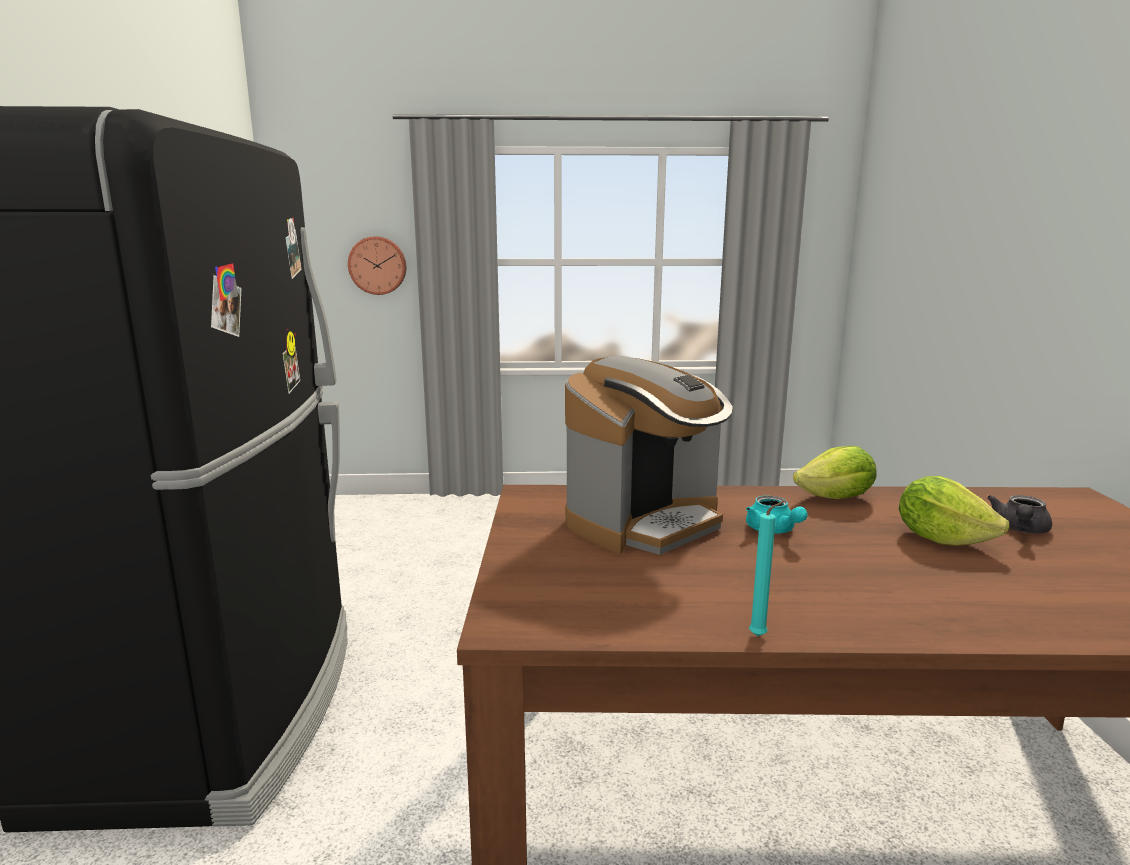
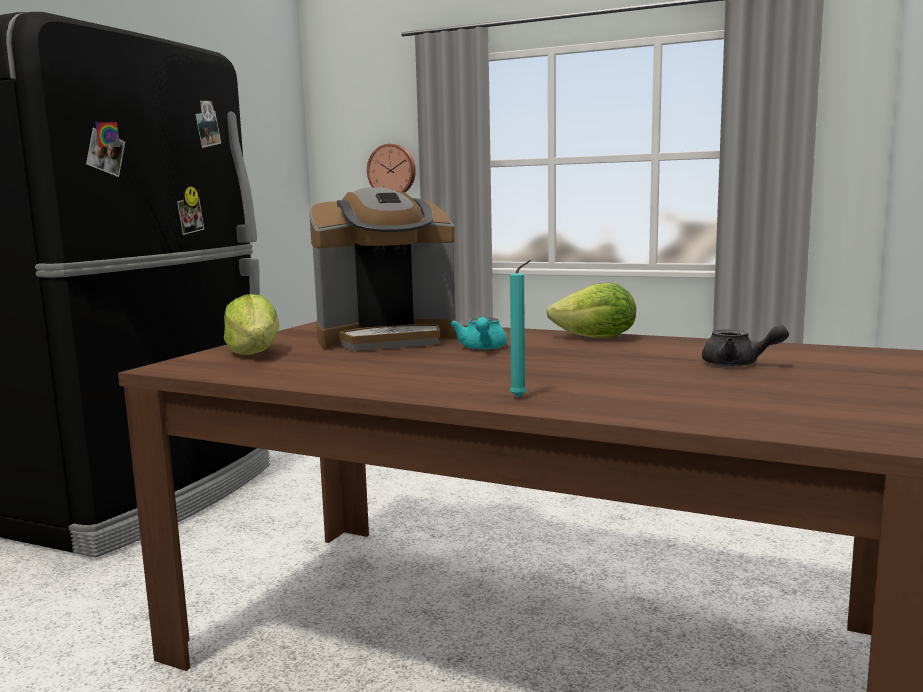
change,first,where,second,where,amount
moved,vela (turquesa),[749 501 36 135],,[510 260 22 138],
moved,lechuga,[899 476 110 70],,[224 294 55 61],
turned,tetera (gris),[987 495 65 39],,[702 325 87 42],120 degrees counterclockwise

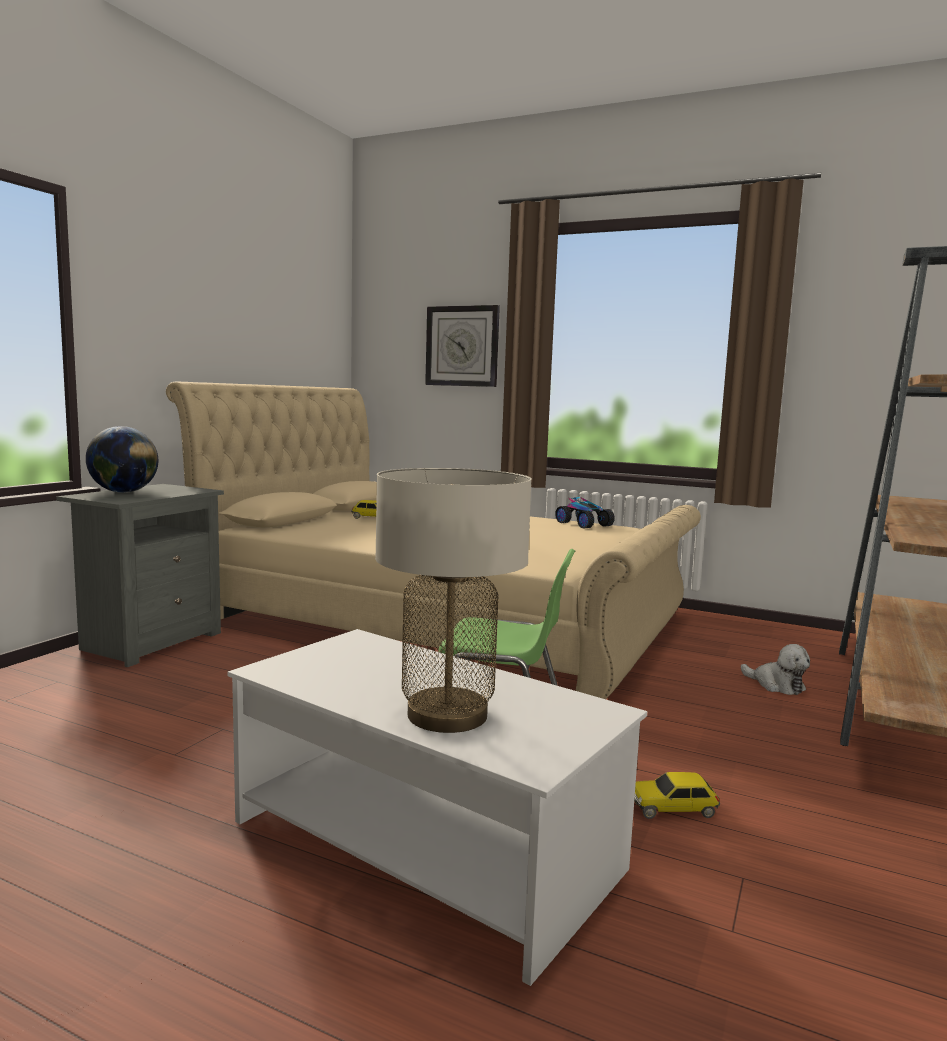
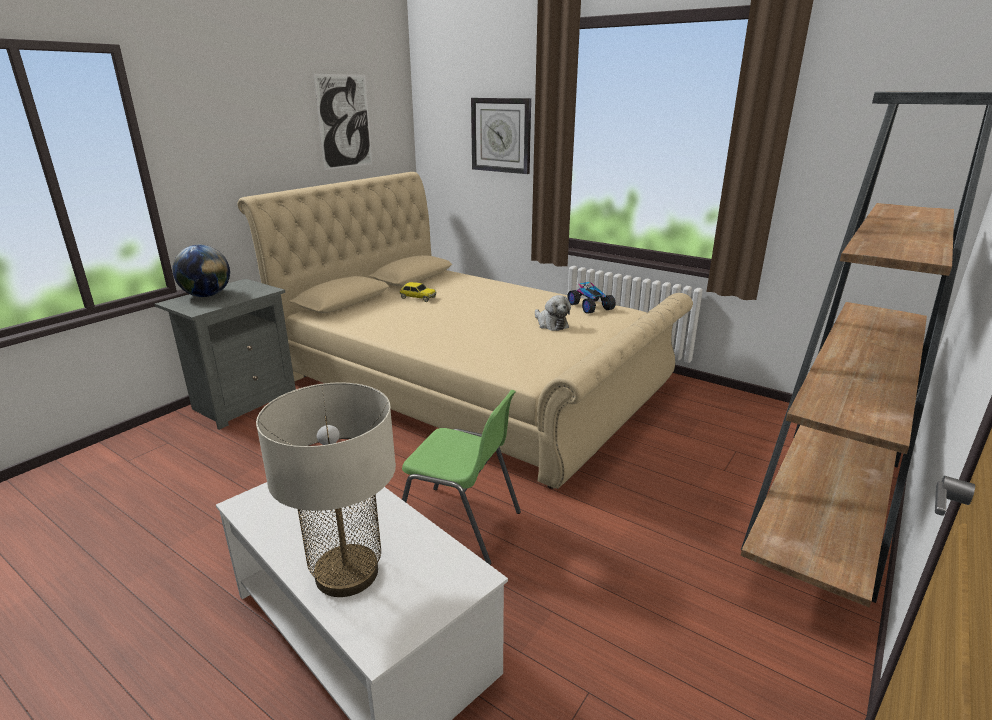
change,first,where,second,where,amount
removed,coche de juguete,[634 772 86 47],,,
moved,peluche,[741 644 69 51],,[535 295 36 36],
added,,,cuadro,[314 74 58 96],

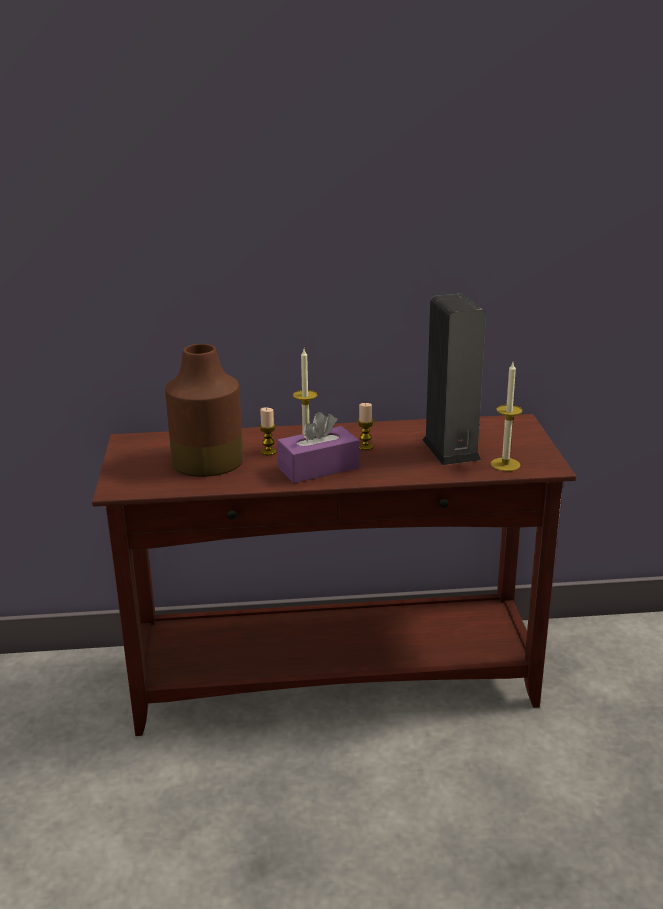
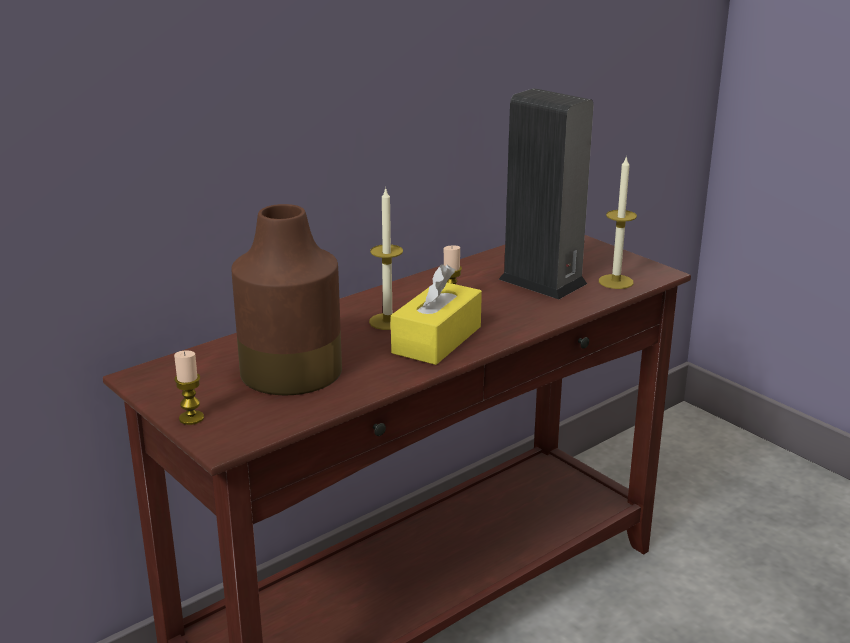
change,first,where,second,where,amount
moved,vela,[259 408 18 47],,[174 351 30 74],
recoloured,caja de pañuelos (morado),[277 412 82 71],caja de pañuelos (amarillo),[391 265 91 100],

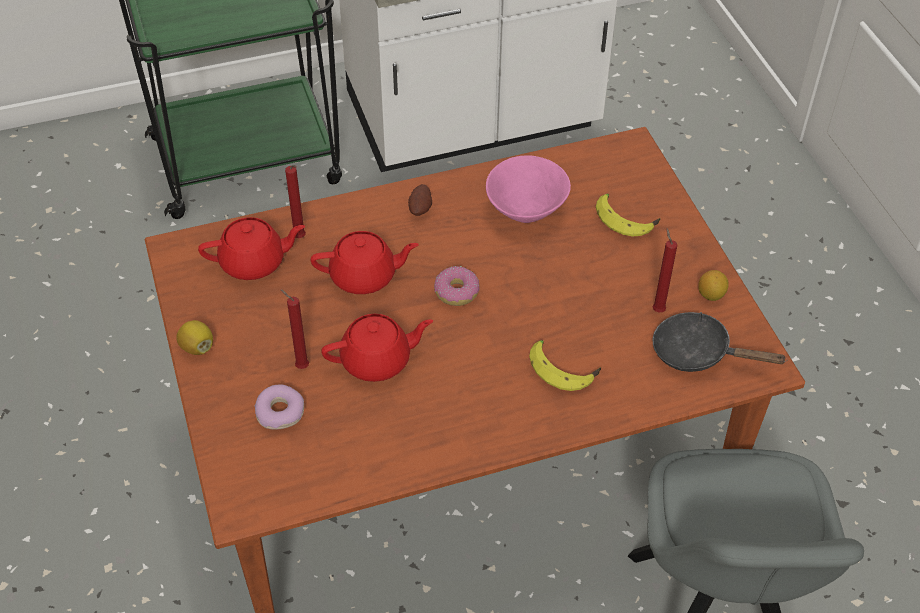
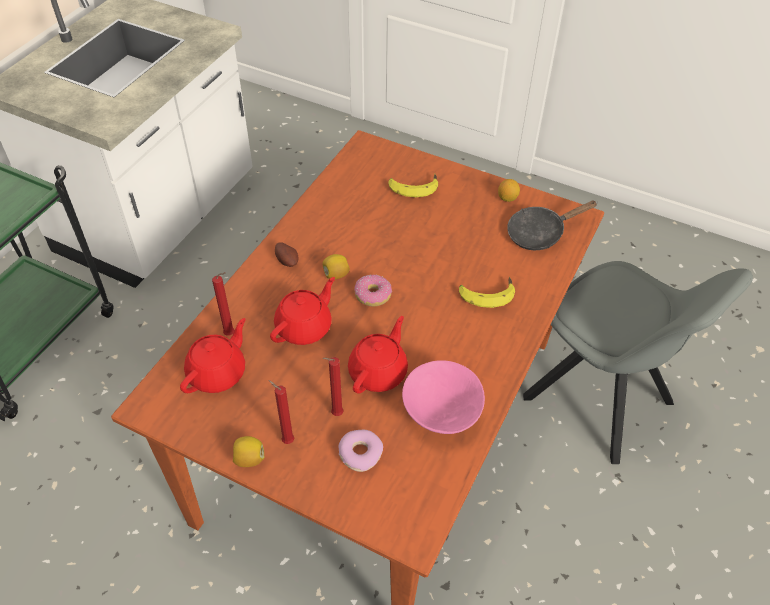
change,first,where,second,where,amount
moved,cuenco (rosa),[486 155 85 68],,[402 360 83 74],
moved,vela (rojo),[652 228 25 84],,[268 380 26 64],
added,,,limón,[322 254 28 25],

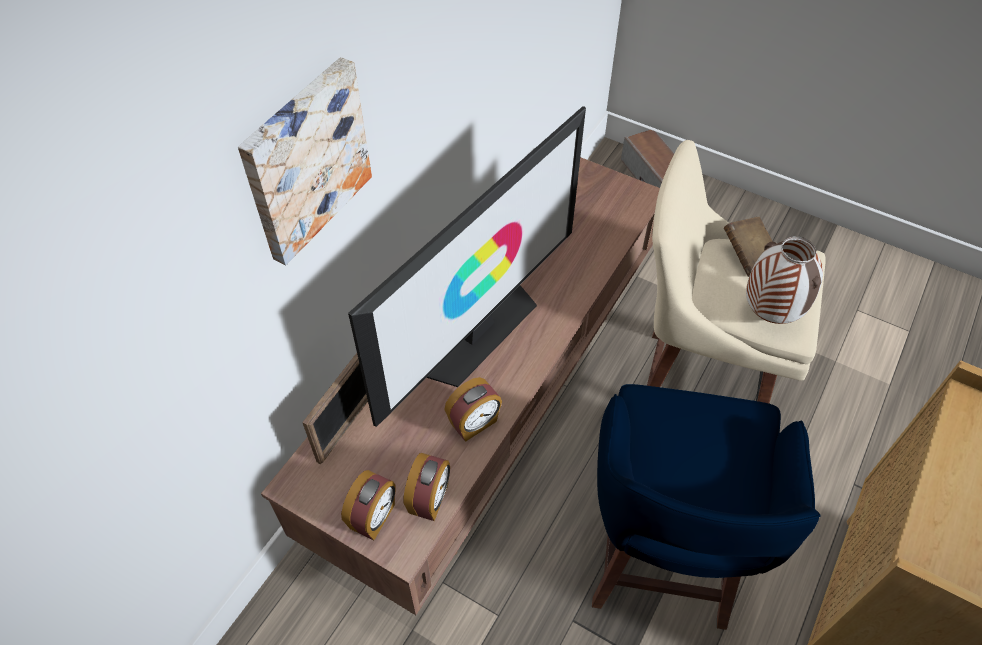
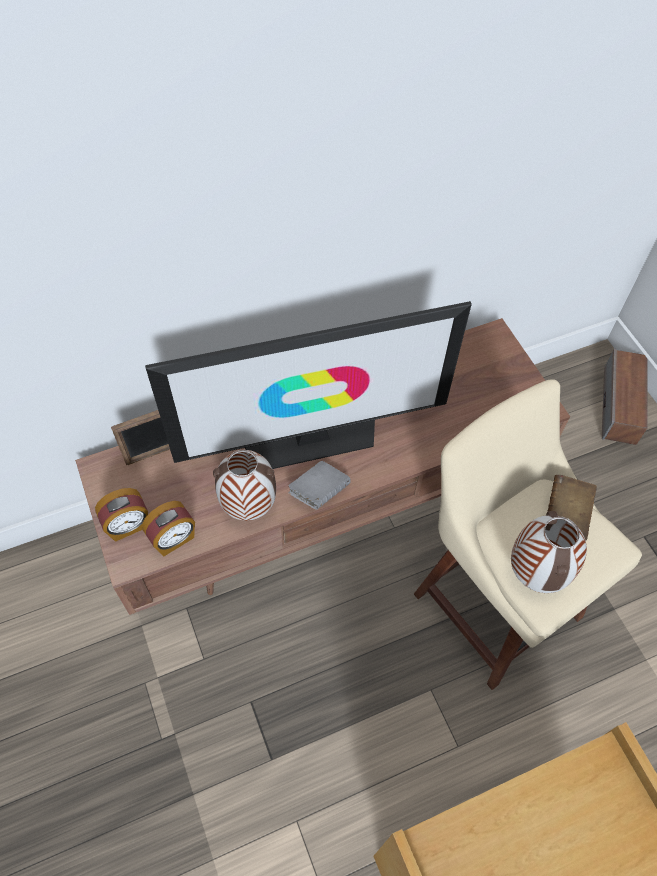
change,first,where,second,where,amount
removed,cuadro,[238 57 134 208],,,
replaced,despertador,[444 377 58 65],florero,[213 450 63 71],
removed,taburete (azul),[592 384 229 246],,,
added,,,libro (gris),[288 461 63 49],

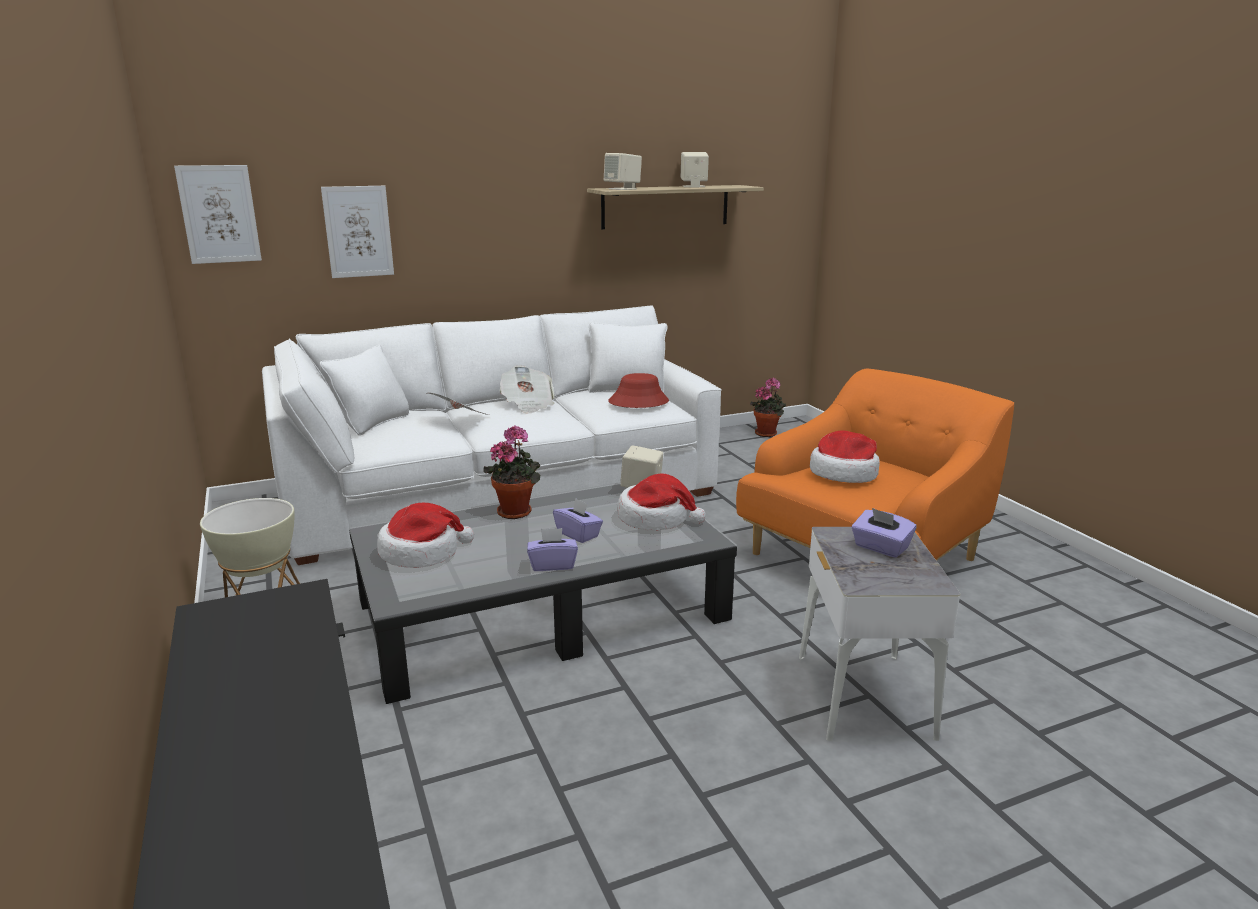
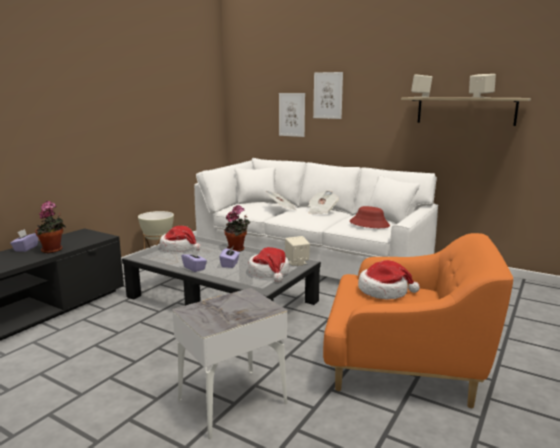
change,first,where,second,where,amount
moved,cuadro,[174 165 88 99],,[313 72 30 47],
moved,planta en maceta,[750 378 36 59],,[35 201 31 52],
moved,caja de pañuelos (morado),[852 508 64 50],,[10 229 28 23],

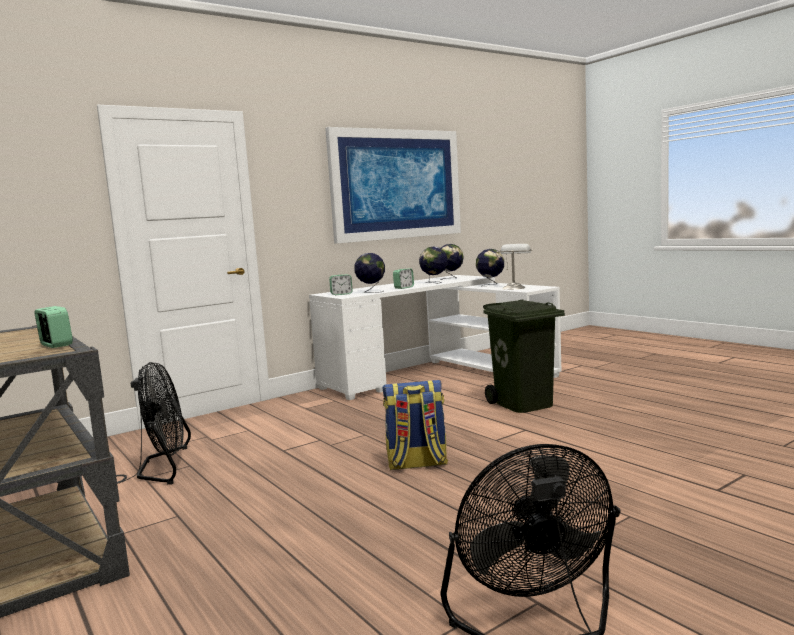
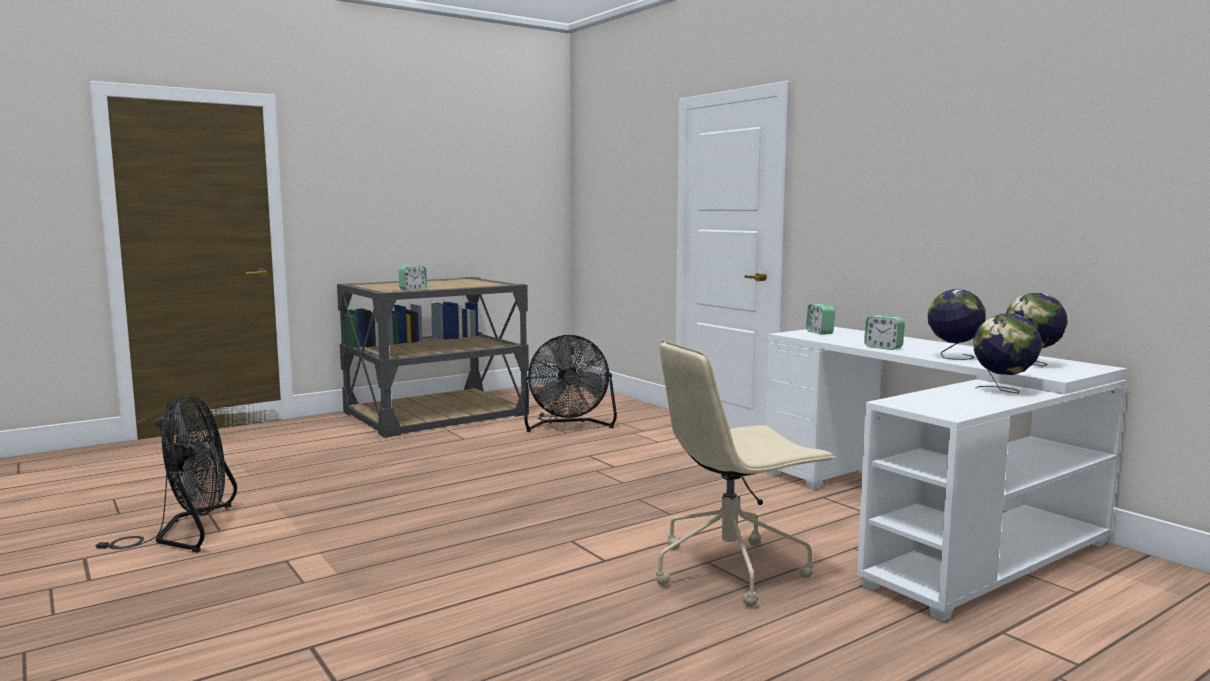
change,first,where,second,where,amount
removed,cuadro,[325 127 136 117],,,
removed,globo terráqueo,[354 253 31 40],,,
removed,mochila,[382 380 66 90],,,
replaced,papelera (verde),[483 300 82 113],silla de oficina (beis),[656 340 180 267],
removed,lámpara de mesa (blanco),[497 244 36 46],,,

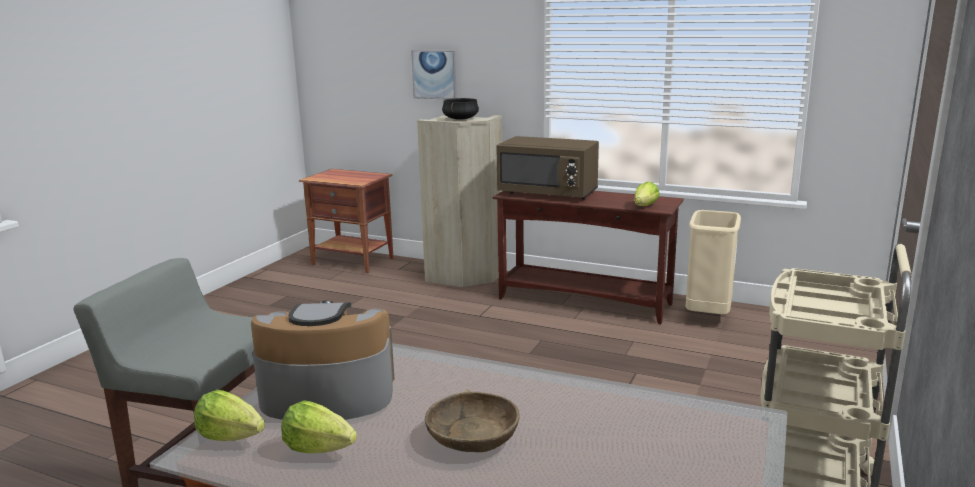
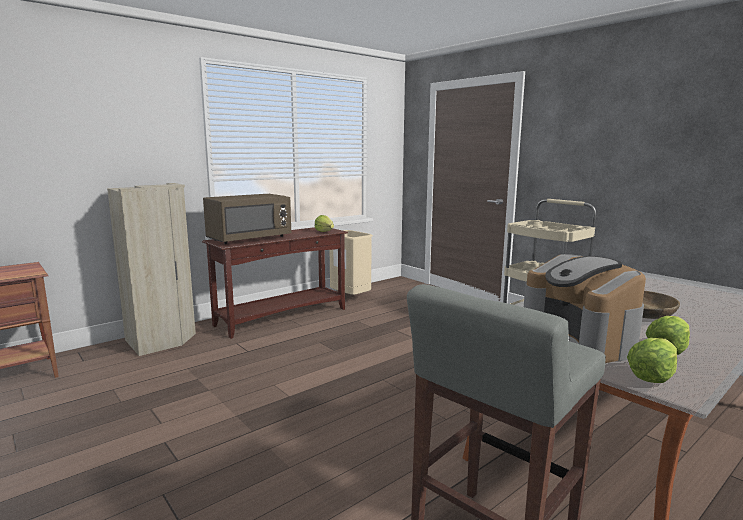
change,first,where,second,where,amount
turned,cafetera,[251 301 144 119],,[524 254 122 109],45 degrees counterclockwise
removed,cuadro,[411 50 46 49],,,
removed,olla (negro),[442 98 37 22],,,

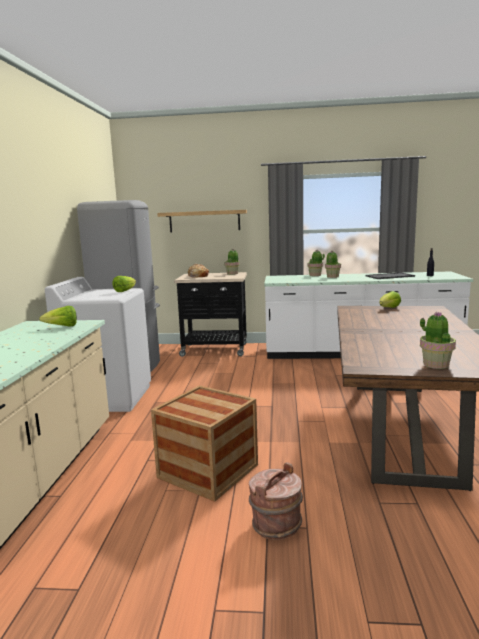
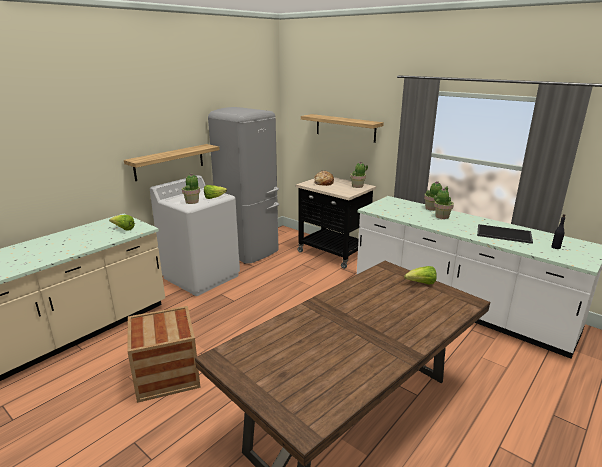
change,first,where,second,where,amount
removed,cubo (marrón),[249 462 54 78],,,
moved,planta en maceta,[420 312 36 57],,[182 173 18 31],
added,,,estante,[124 144 95 37],

